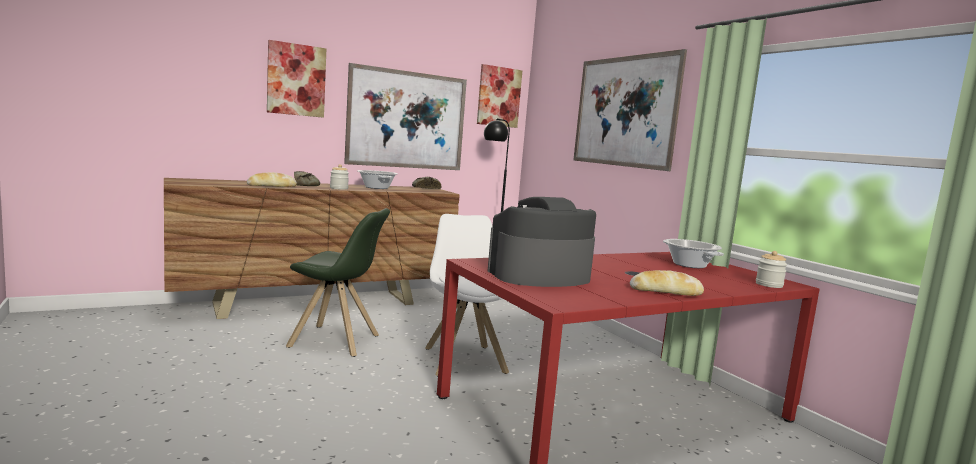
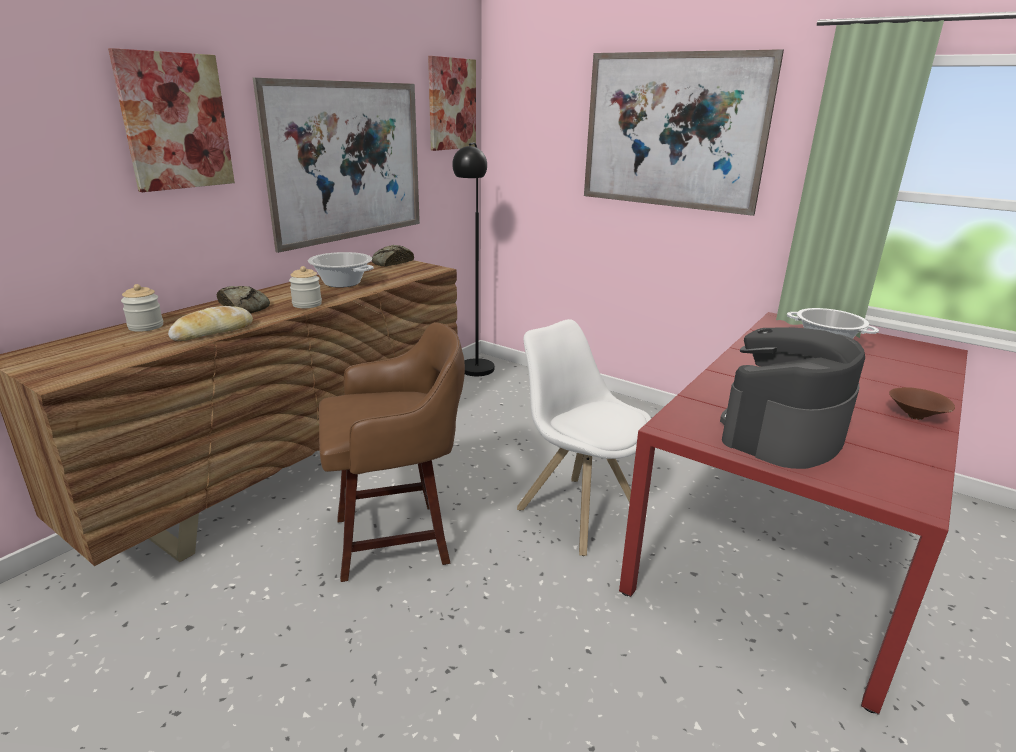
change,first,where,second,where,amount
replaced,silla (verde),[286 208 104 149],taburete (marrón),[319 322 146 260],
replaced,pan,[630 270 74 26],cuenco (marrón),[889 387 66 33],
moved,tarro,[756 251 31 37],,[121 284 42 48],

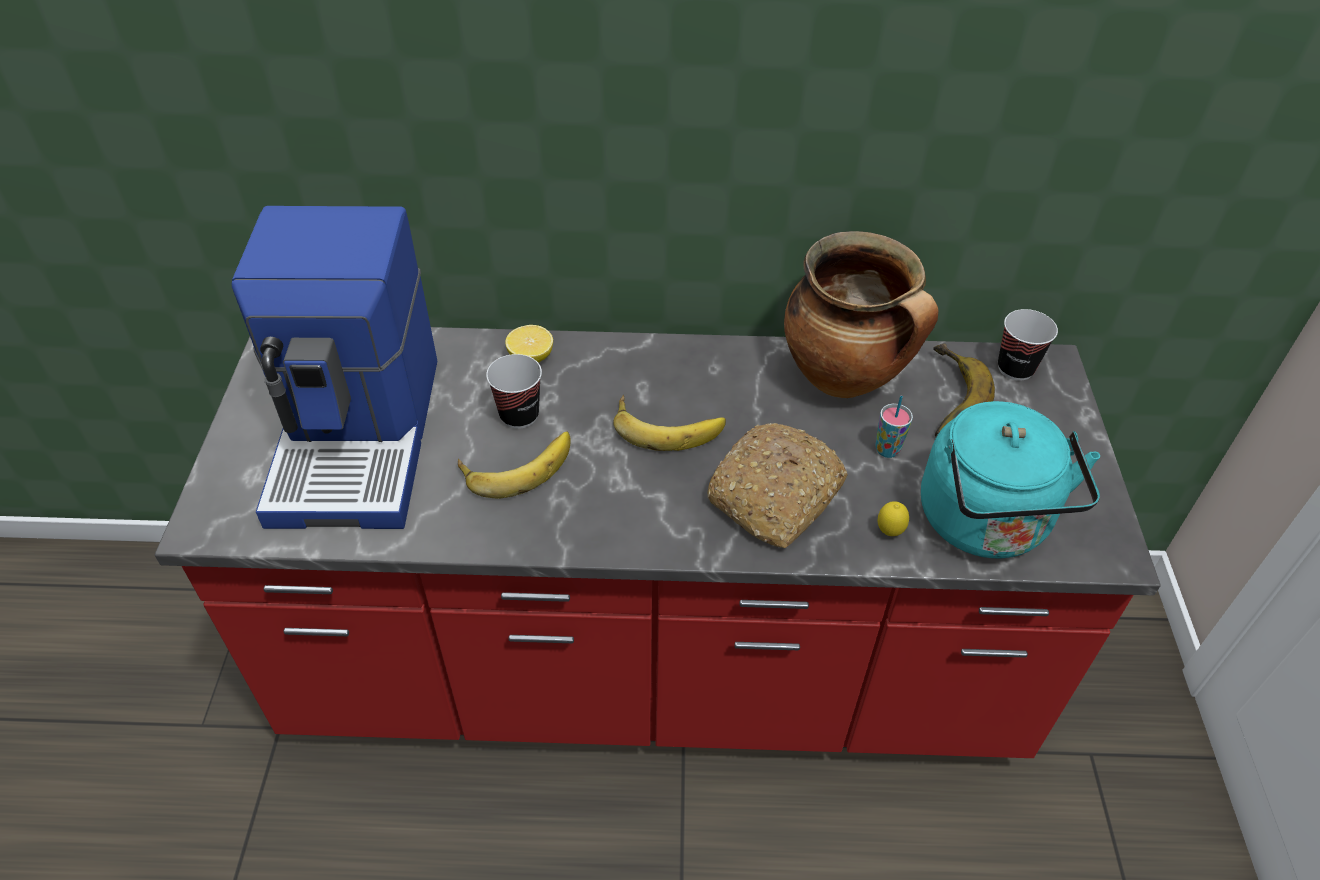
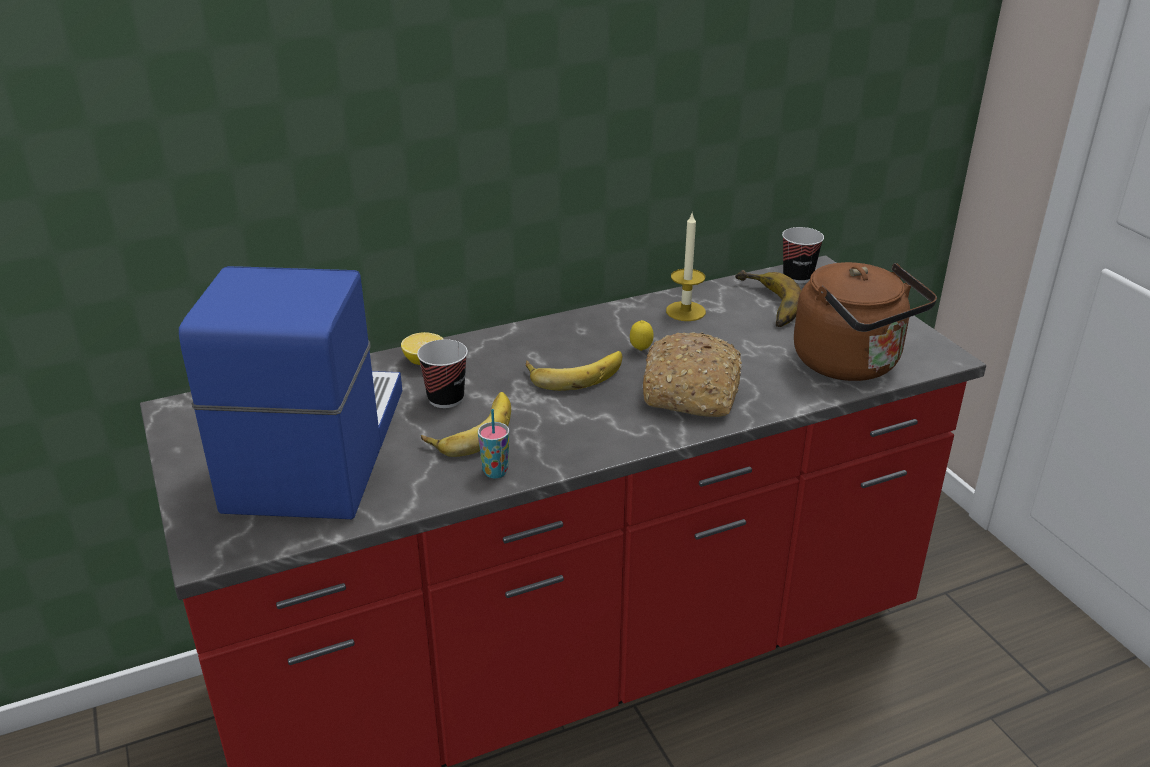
change,first,where,second,where,amount
turned,cafetera,[232 206 205 323],,[179 266 223 253],150 degrees counterclockwise
replaced,olla,[784 231 154 167],vela,[666 211 40 110],
moved,taza,[875 396 38 62],,[478 409 31 69],
moved,limón,[878 501 31 35],,[630 320 24 31],
recoloured,hervidor (turquesa),[921 401 179 157],hervidor (marrón),[794 262 143 119],

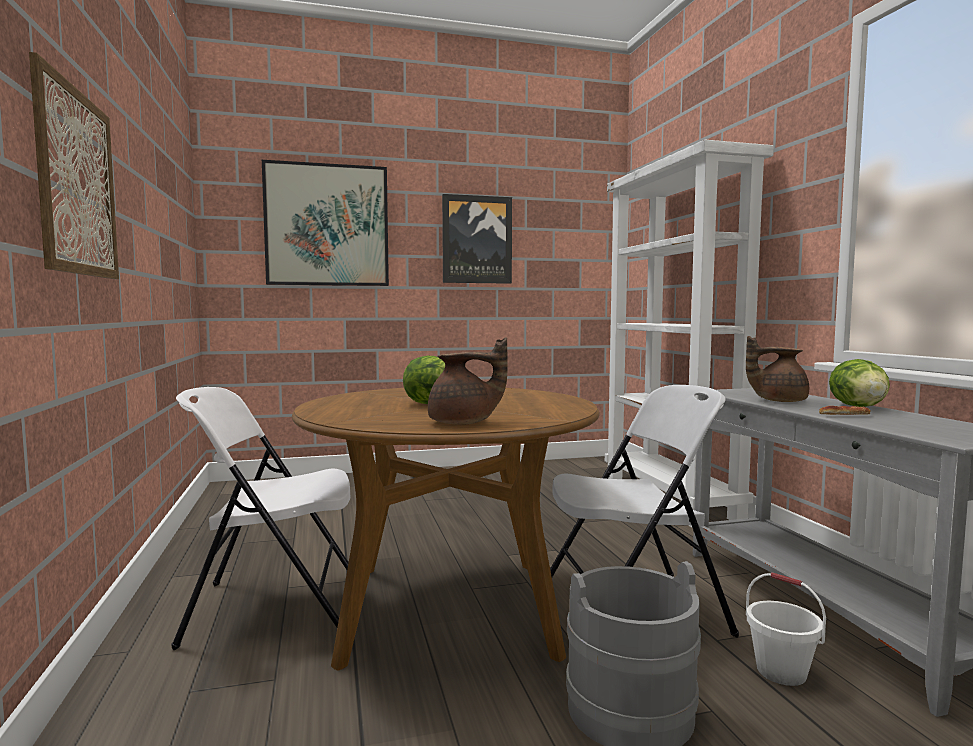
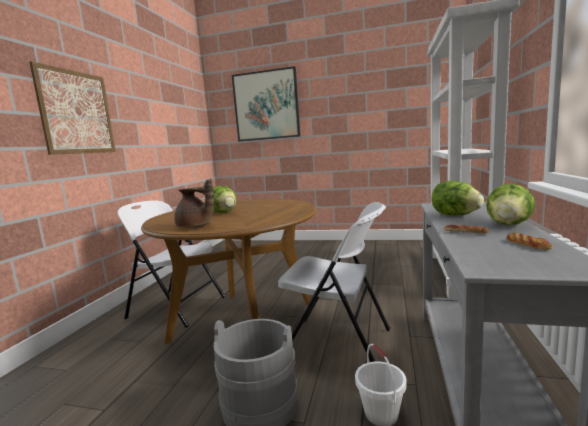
change,first,where,second,where,amount
removed,cuadro,[442 194 70 90],,,
replaced,tetera (marrón),[746 336 63 66],lechuga,[431 181 53 35],
added,,,pan,[507 233 45 17],

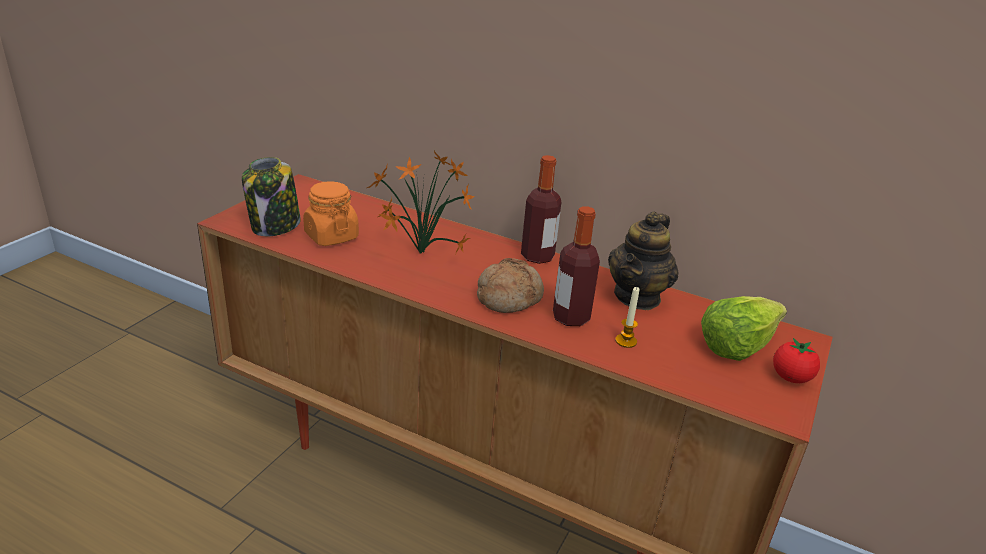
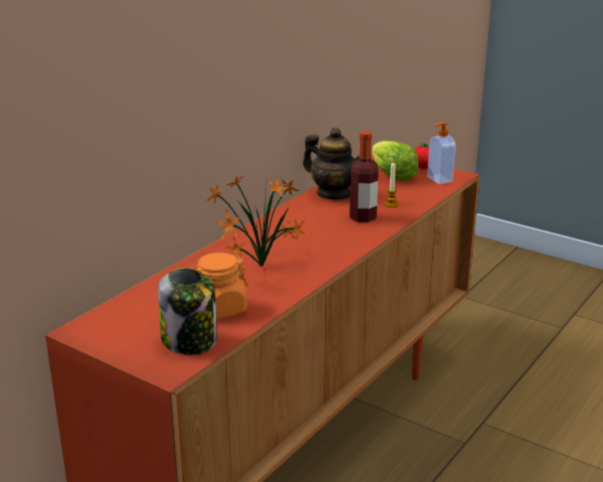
change,first,where,second,where,amount
removed,pan,[477 258 67 55],,,
removed,botella,[521 155 40 109],,,
added,,,dispensador de jabón,[427 122 29 62],

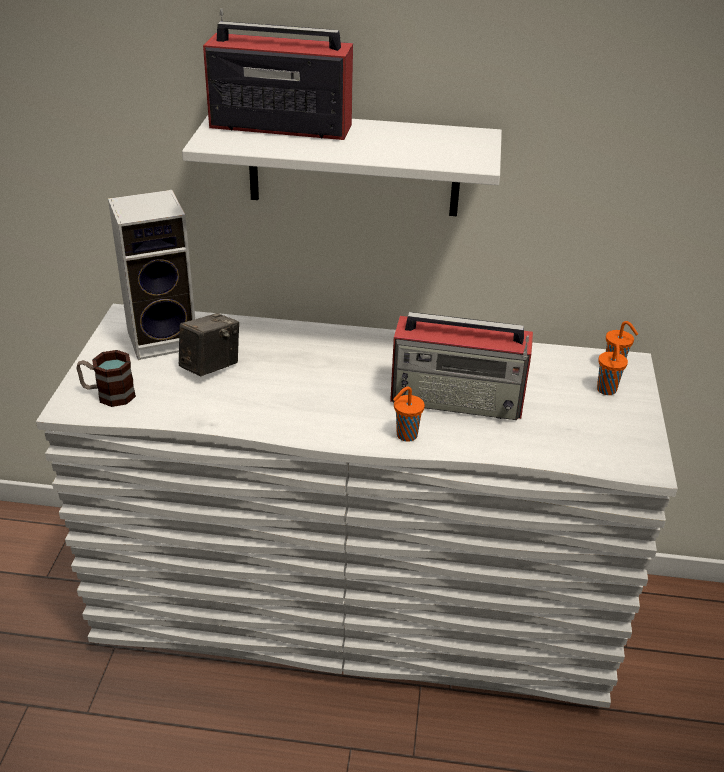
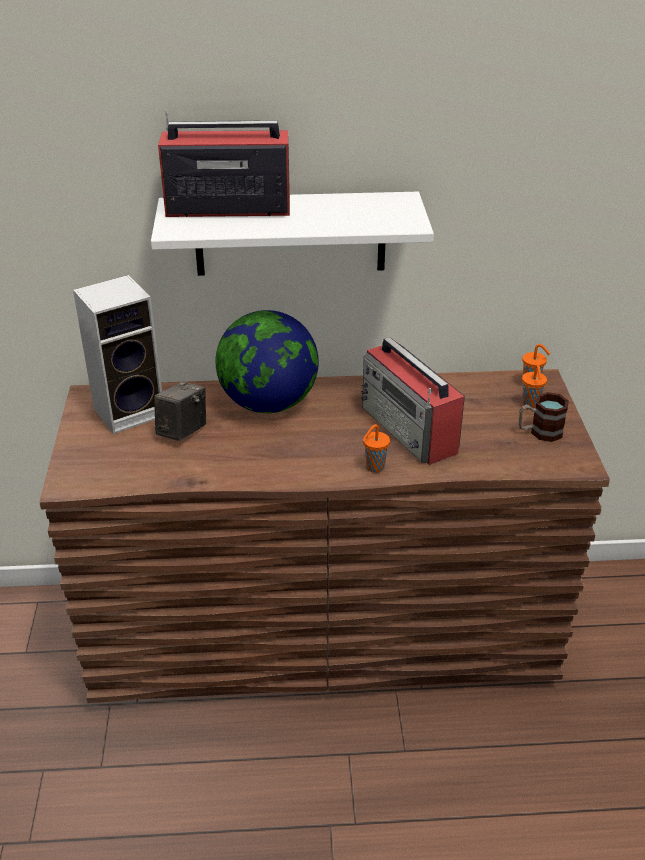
change,first,where,second,where,amount
recoloured,cómoda (blanco),[36 304 642 404],cómoda (marrón),[39 369 571 334],
moved,taza grande,[76 350 60 57],,[519 392 50 50],
turned,radio,[390 312 143 108],,[361 337 104 128],60 degrees clockwise
added,,,globo terráqueo,[216 310 103 103],

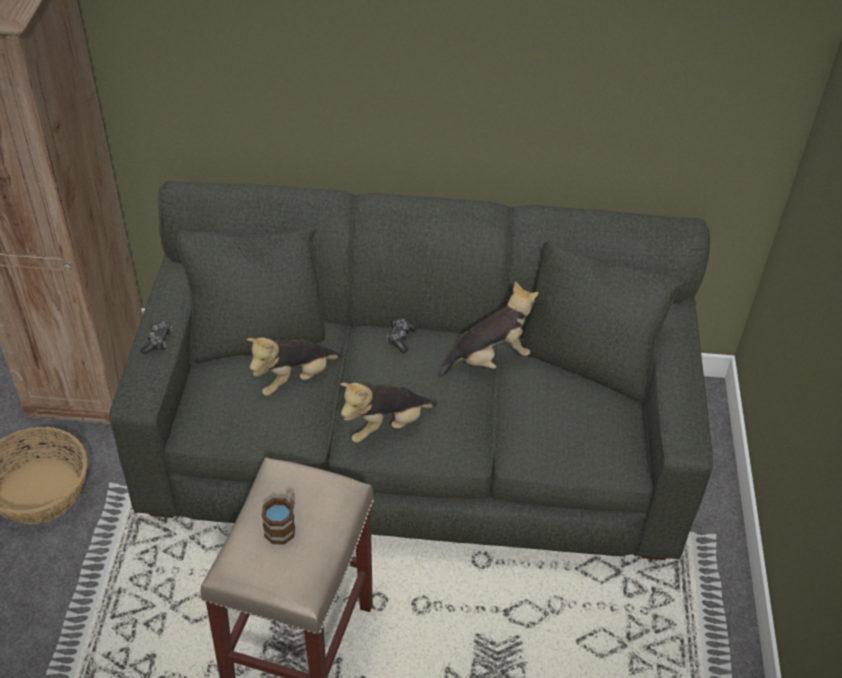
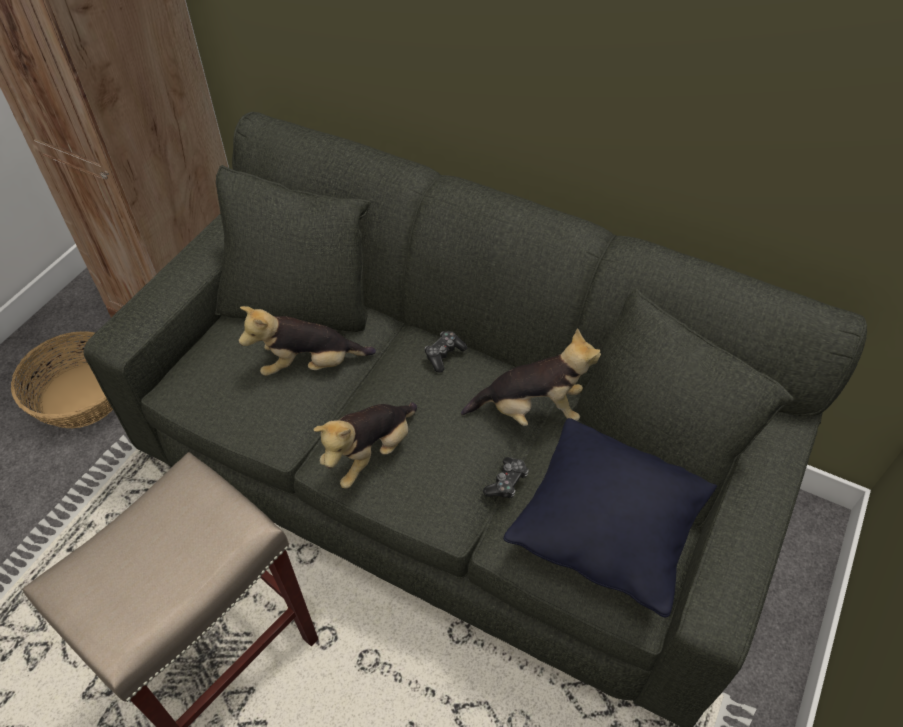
change,first,where,second,where,amount
moved,mando de consola,[141 321 31 33],,[483 457 46 41],
removed,taza grande,[262 491 33 53],,,
turned,peluche,[340 382 98 61],,[313 402 104 86],45 degrees counterclockwise
added,,,cojín (negro),[503 418 214 200],

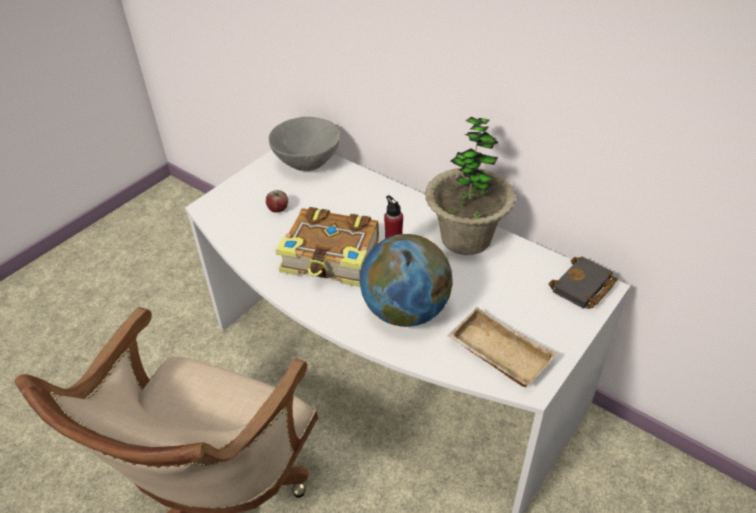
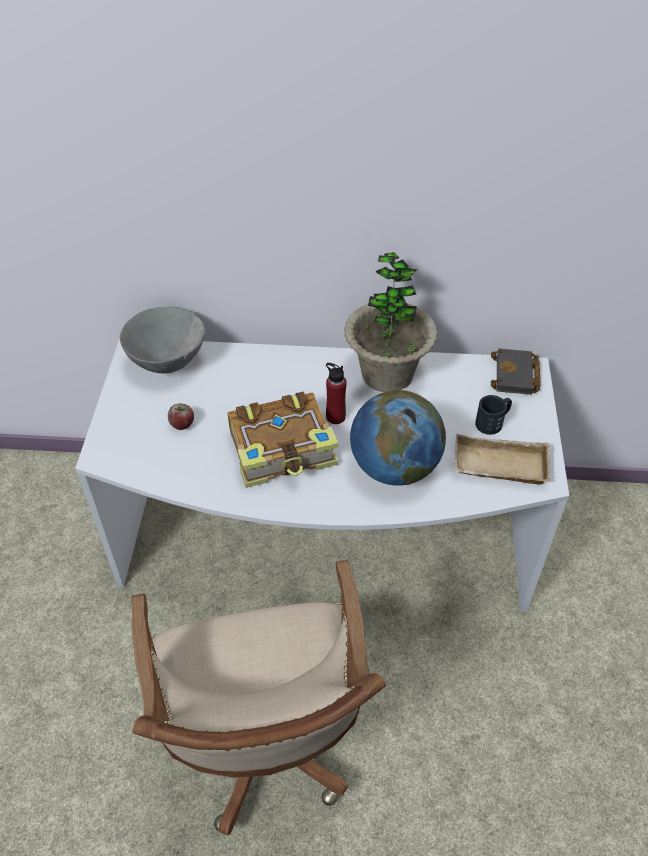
change,first,where,second,where,amount
added,,,taza grande (negro),[475 395 37 40],

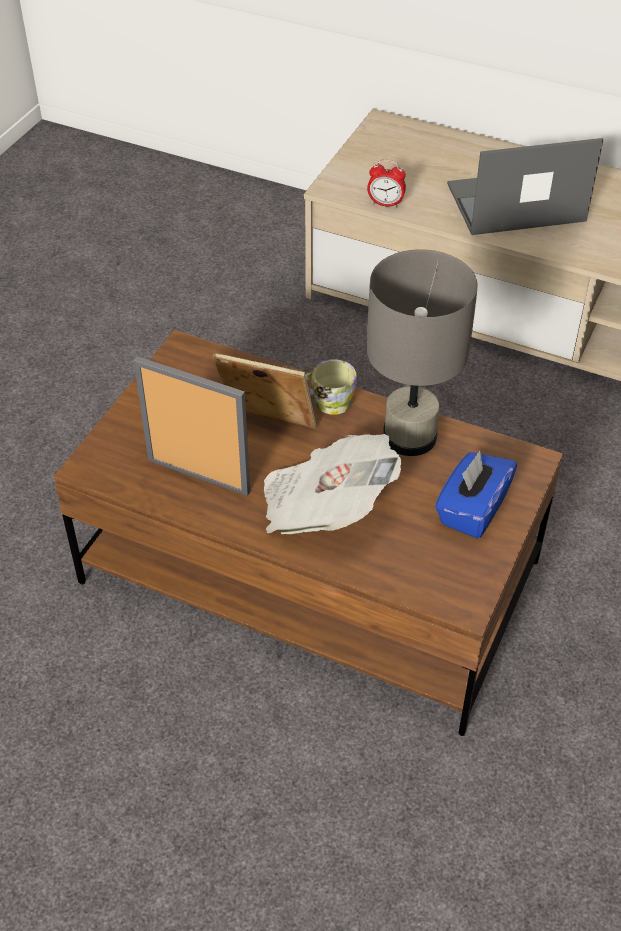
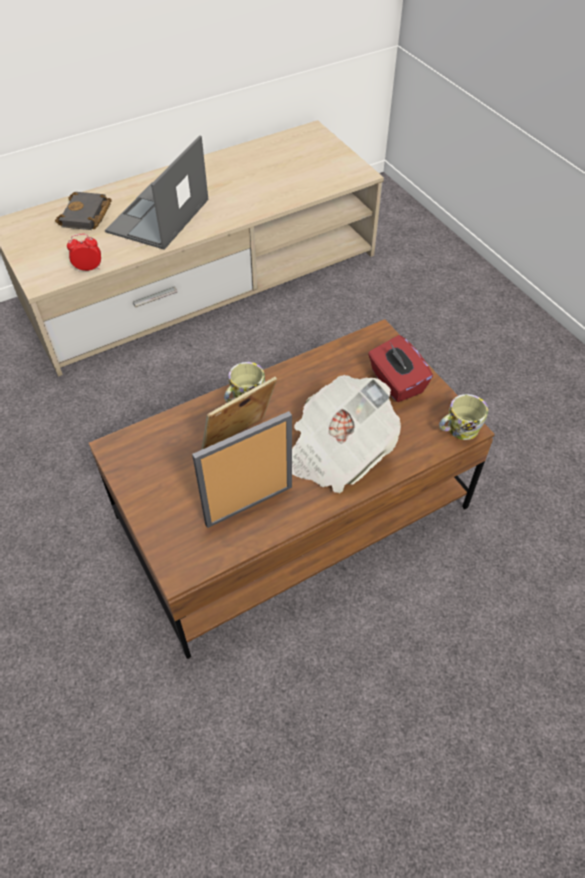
change,first,where,second,where,amount
turned,despertador,[367 160 39 48],,[67 234 34 37],150 degrees counterclockwise
removed,lámpara de mesa (gris),[367 249 110 207],,,
recoloured,caja de pañuelos (azul),[435 451 82 88],caja de pañuelos (rojo),[368 335 65 67],
added,,,libro (negro),[55 192 57 38],
added,,,taza grande,[439 394 49 46],

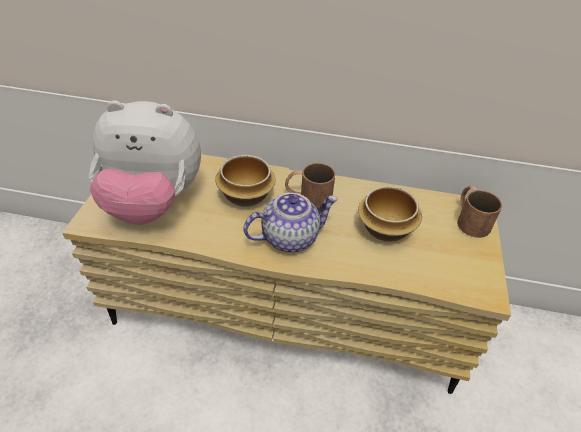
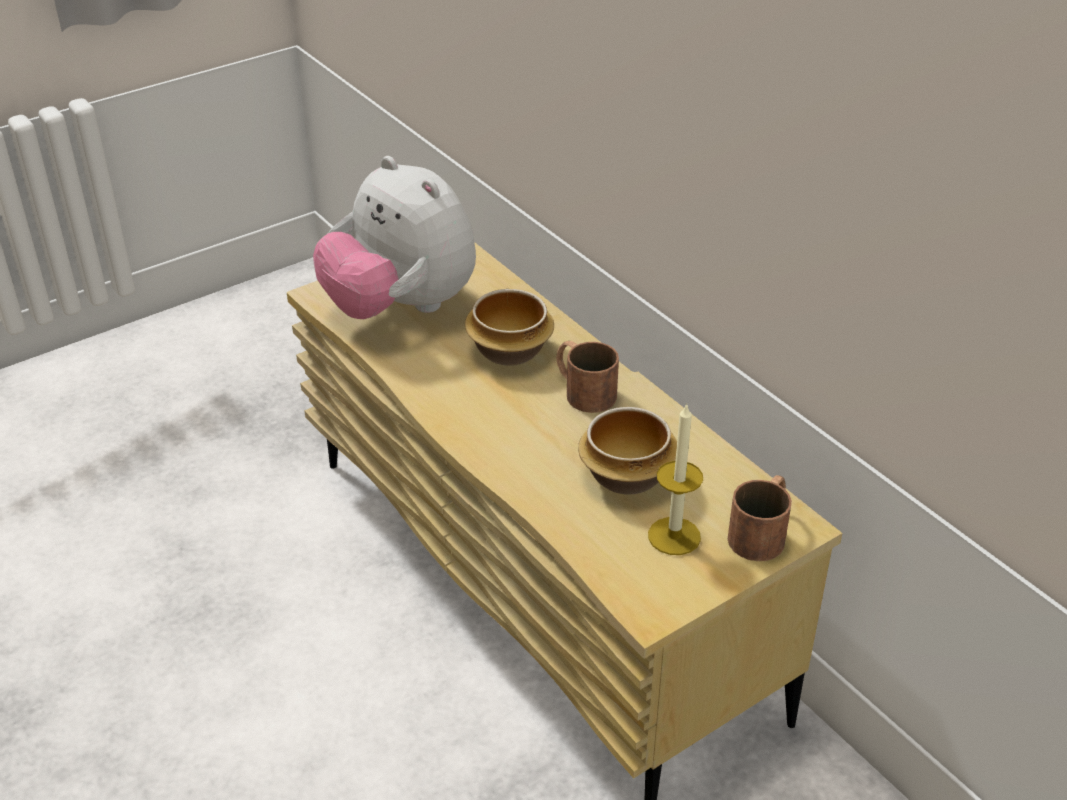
change,first,where,second,where,amount
removed,tetera,[243 193 95 59],,,
added,,,vela,[648 404 55 151],

